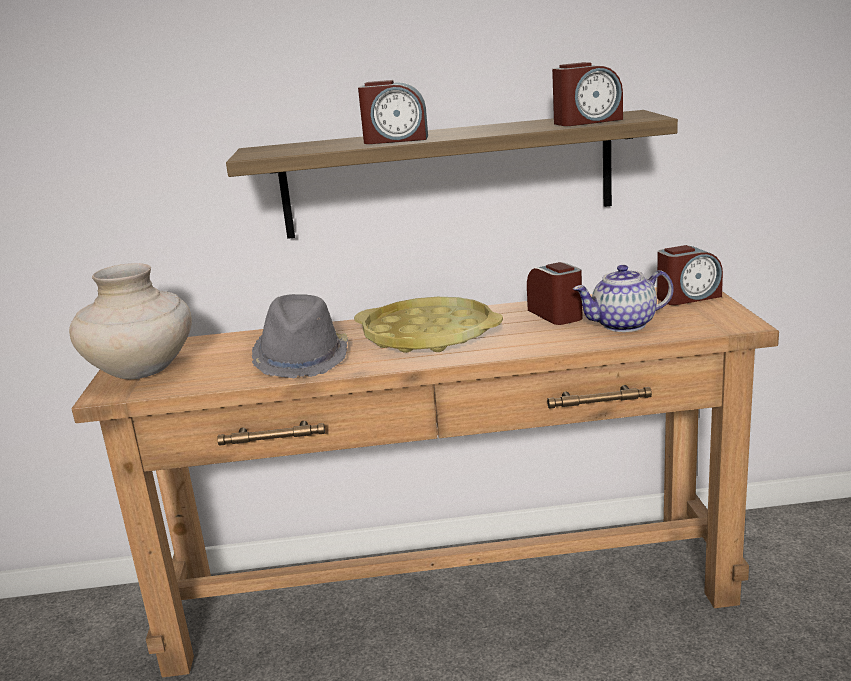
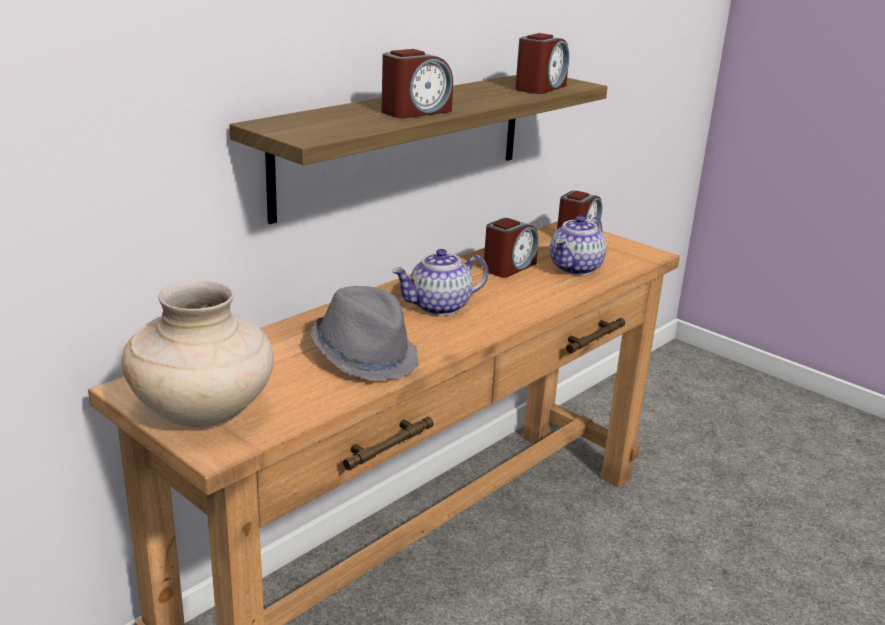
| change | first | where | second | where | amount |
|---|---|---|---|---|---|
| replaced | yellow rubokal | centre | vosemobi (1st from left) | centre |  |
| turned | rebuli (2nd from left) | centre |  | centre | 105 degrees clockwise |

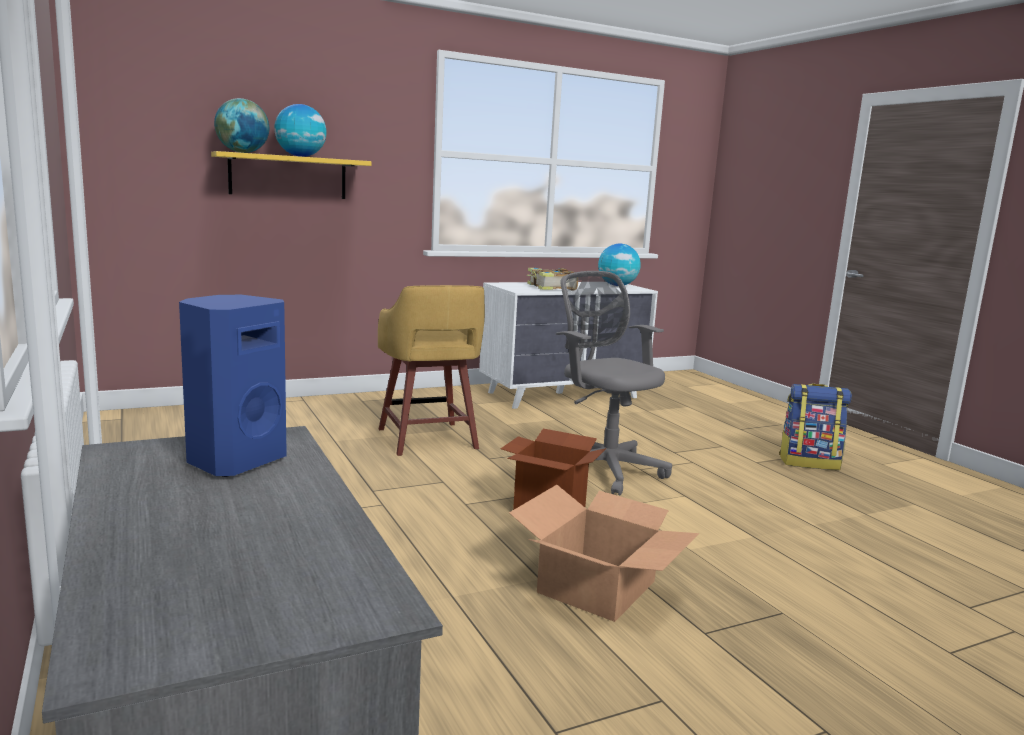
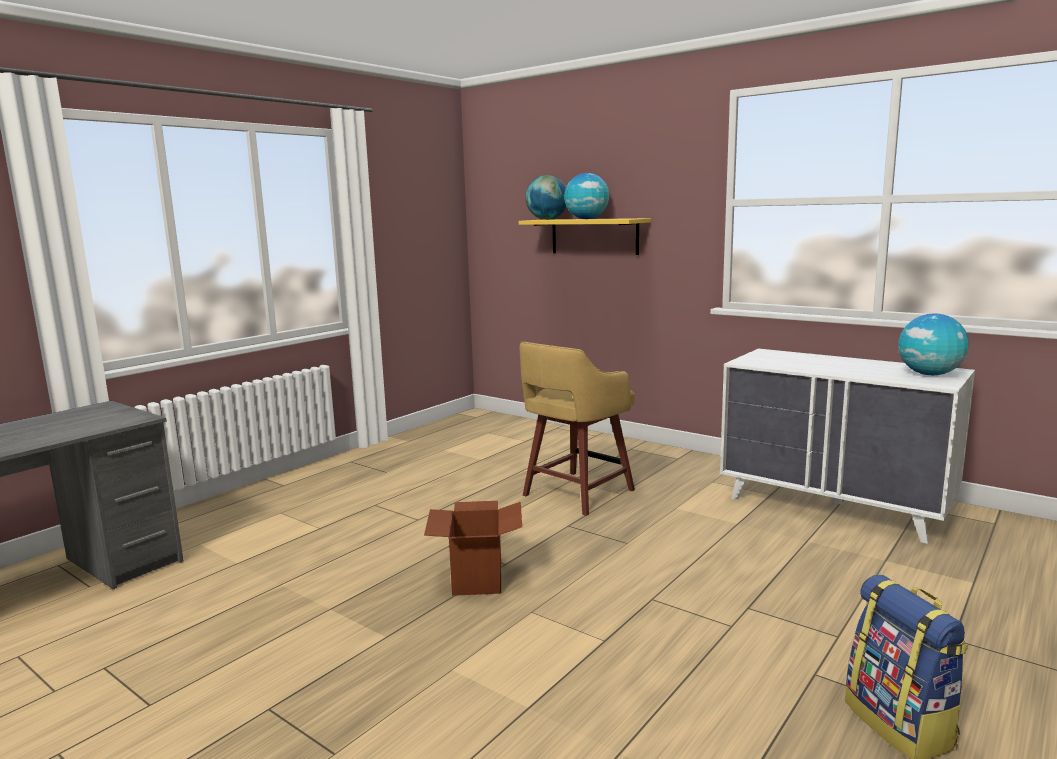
| change | first | where | second | where | amount |
|---|---|---|---|---|---|
| removed | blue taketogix | middle left |  |  |  |
| removed | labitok (2nd from left) | bottom centre |  |  |  |
| removed | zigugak | centre |  |  |  |
| removed | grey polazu | centre |  |  |  |

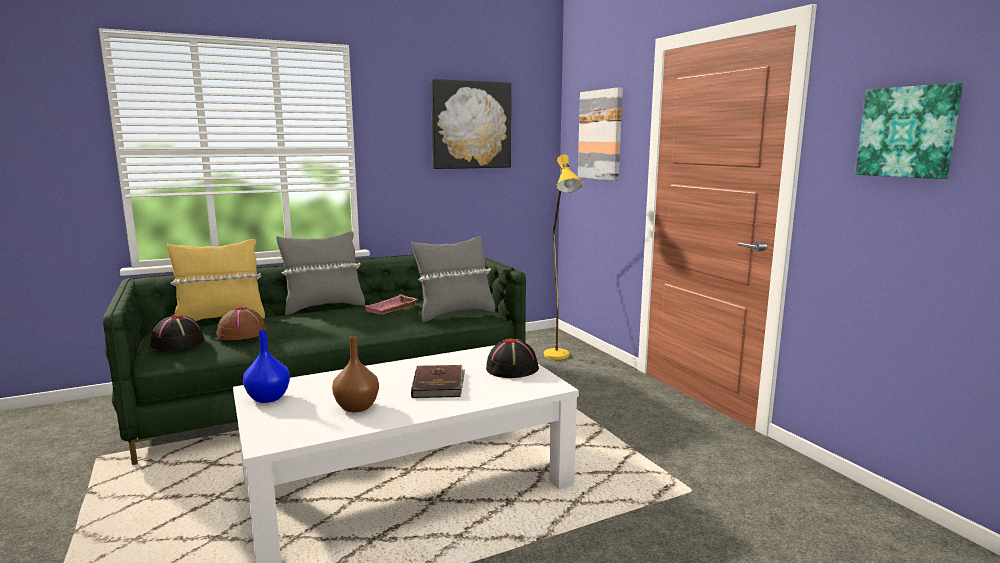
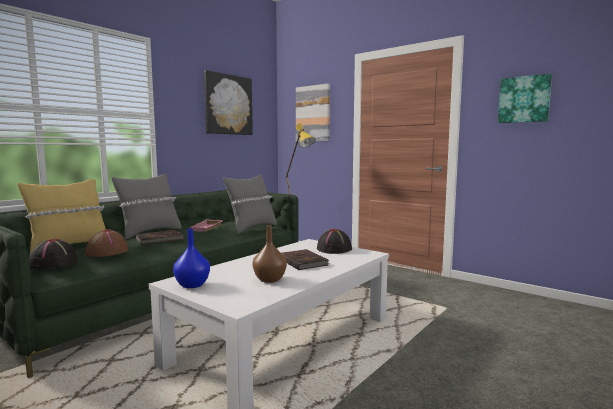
| change | first | where | second | where | amount |
|---|---|---|---|---|---|
| added |  |  | brown zigugak (1st from left) | middle left |  |

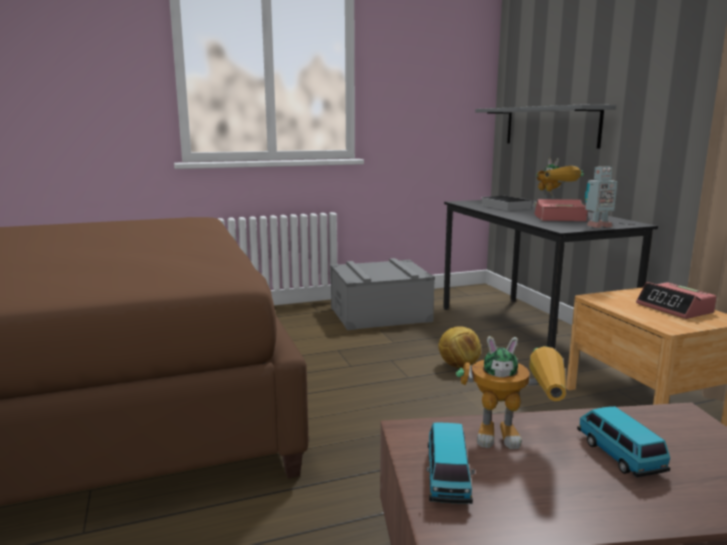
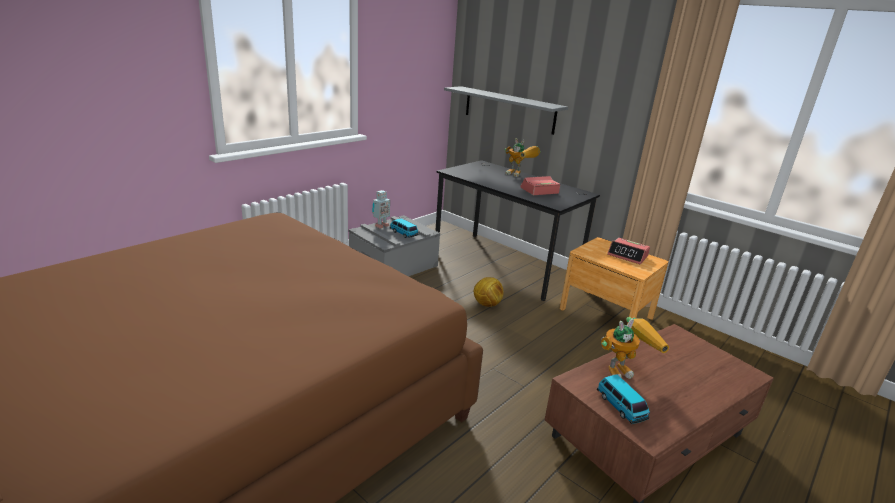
| change | first | where | second | where | amount |
|---|---|---|---|---|---|
| removed | zigugak | middle right |  |  |  |
| moved | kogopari (2nd from left in the first image) | bottom right | kogopari (1st from left) | centre |  |
| moved | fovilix (3rd from left in the first image) | middle right | fovilix (1st from left) | centre |  |

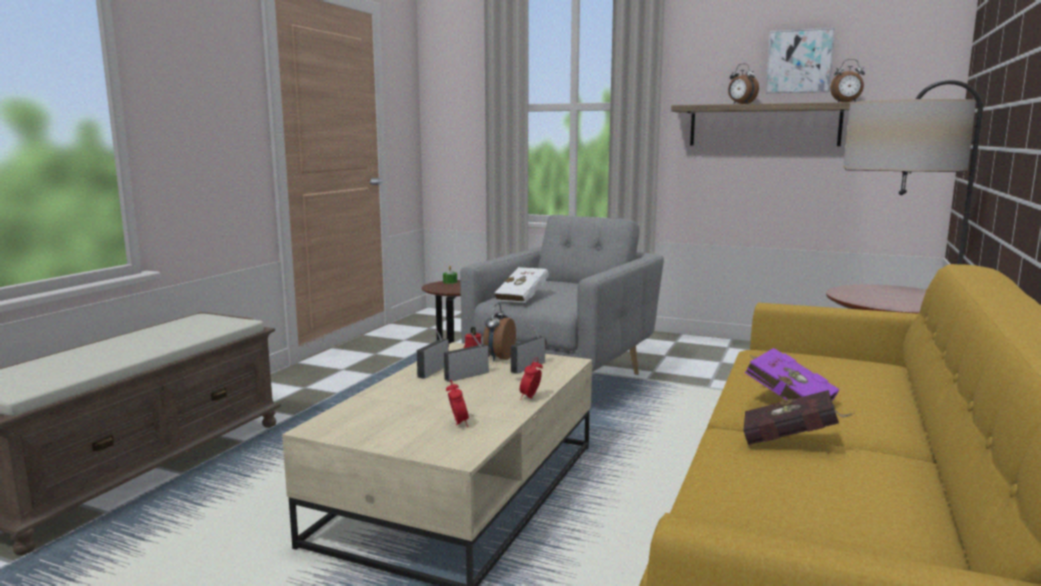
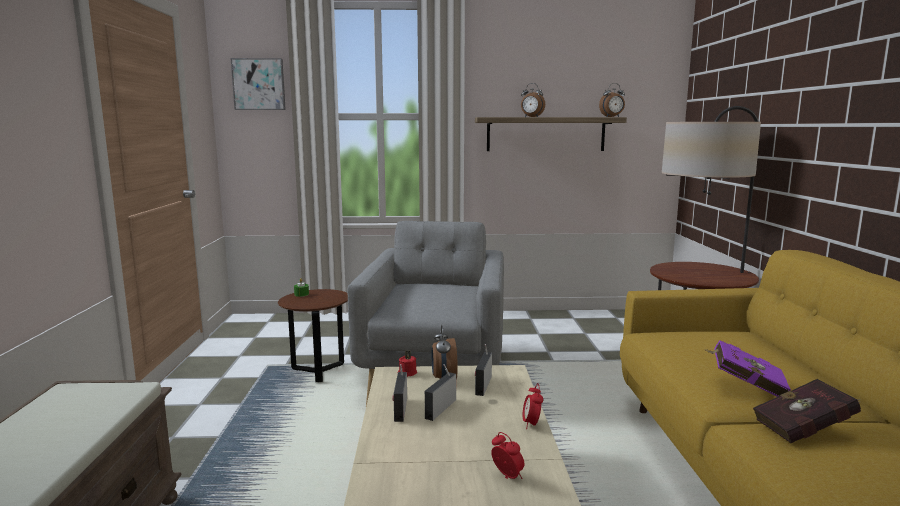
| change | first | where | second | where | amount |
|---|---|---|---|---|---|
| removed | white zigugak | centre |  |  |  |
| moved | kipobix | top right |  | top left |  |

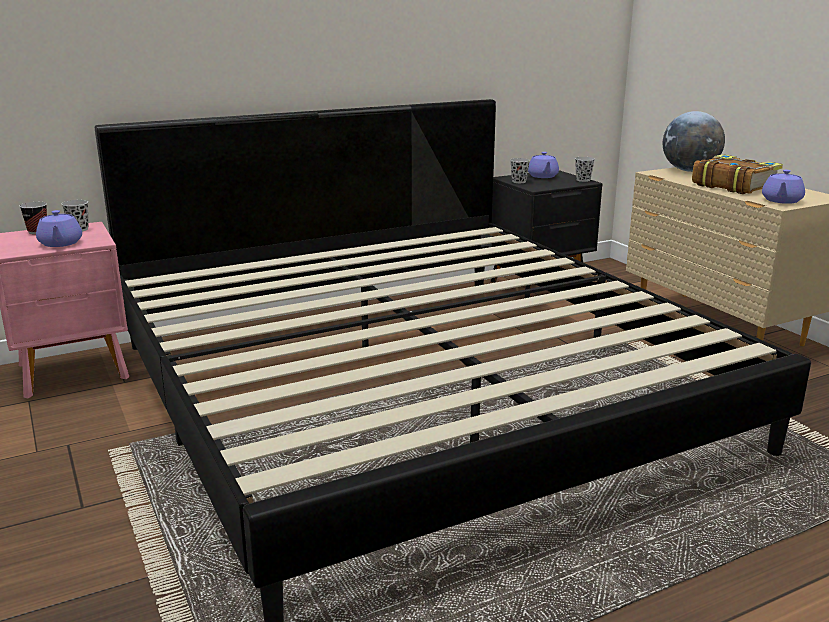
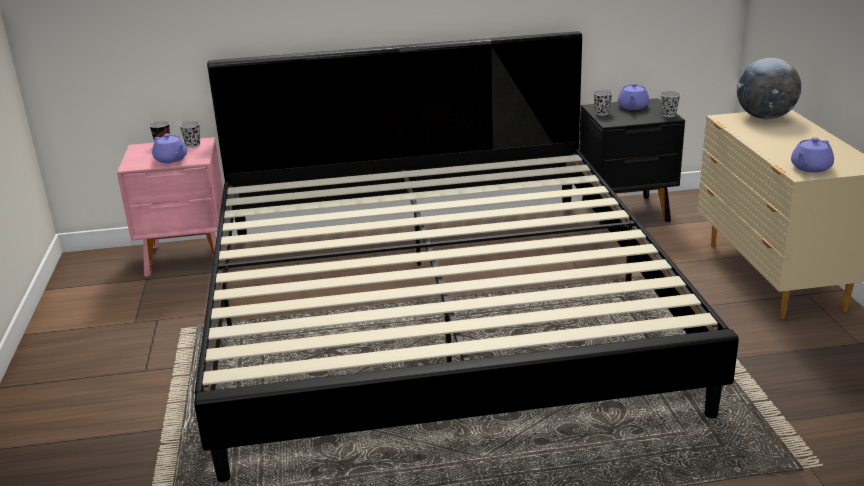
| change | first | where | second | where | amount |
|---|---|---|---|---|---|
| removed | zigugak | top right |  |  |  |
| turned | purple vosemobi (1st from left) | middle left |  | top left | 45 degrees counterclockwise |

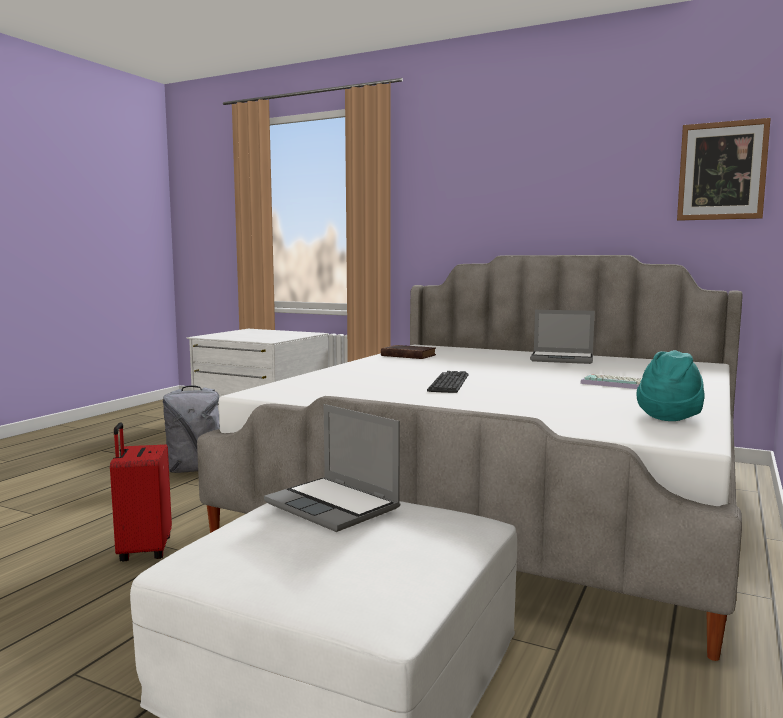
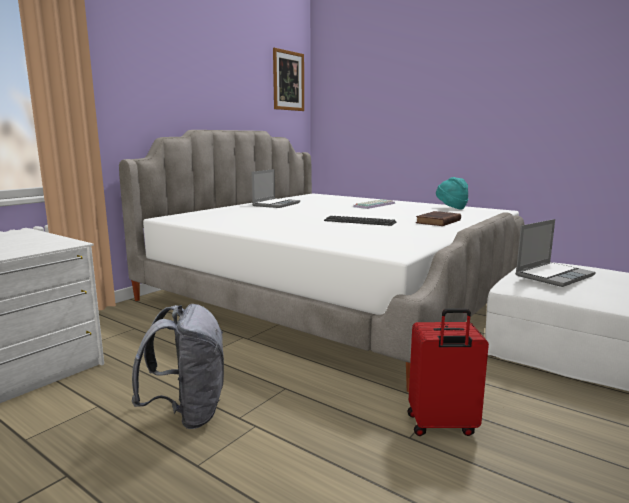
| change | first | where | second | where | amount |
|---|---|---|---|---|---|
| moved | brown zigugak | centre |  | middle right |  |

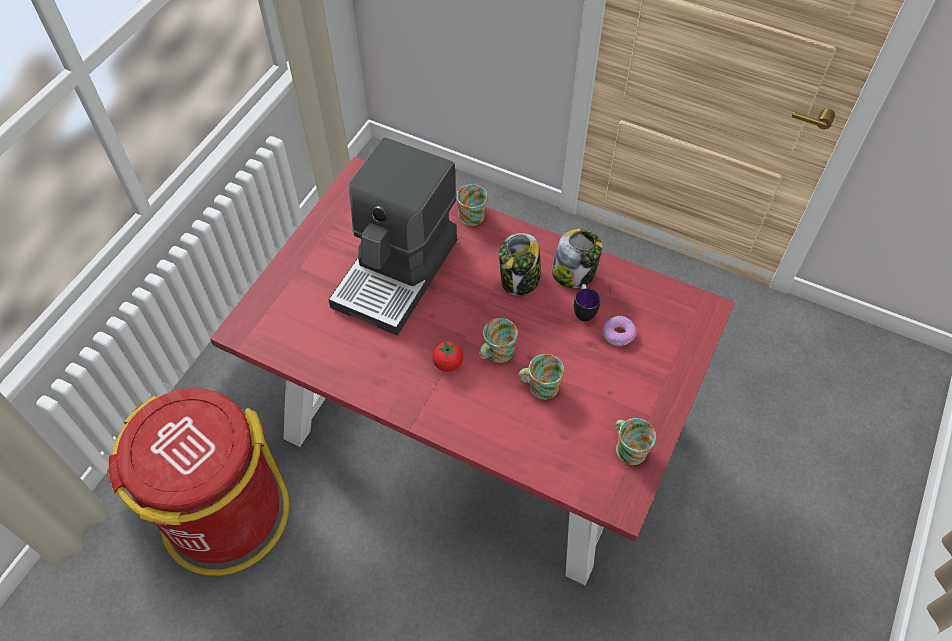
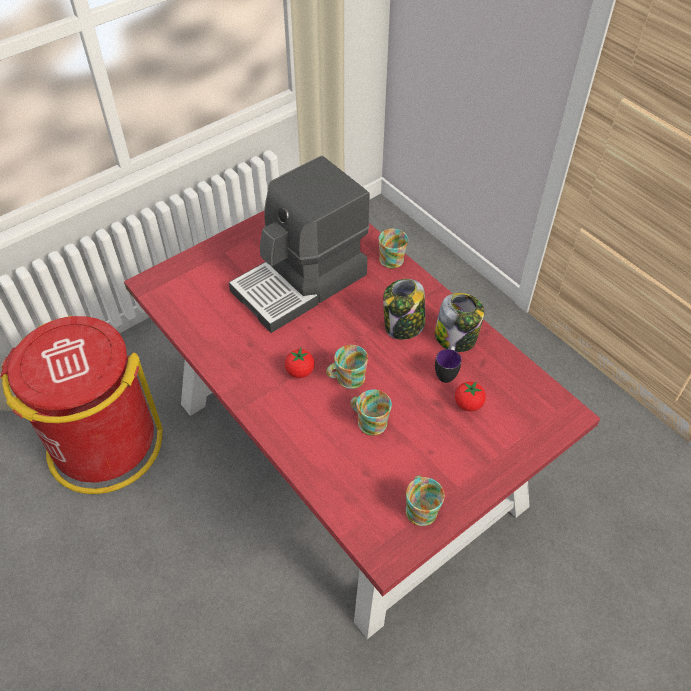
| change | first | where | second | where | amount |
|---|---|---|---|---|---|
| replaced | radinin | centre | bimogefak (2nd from left) | middle right |  |

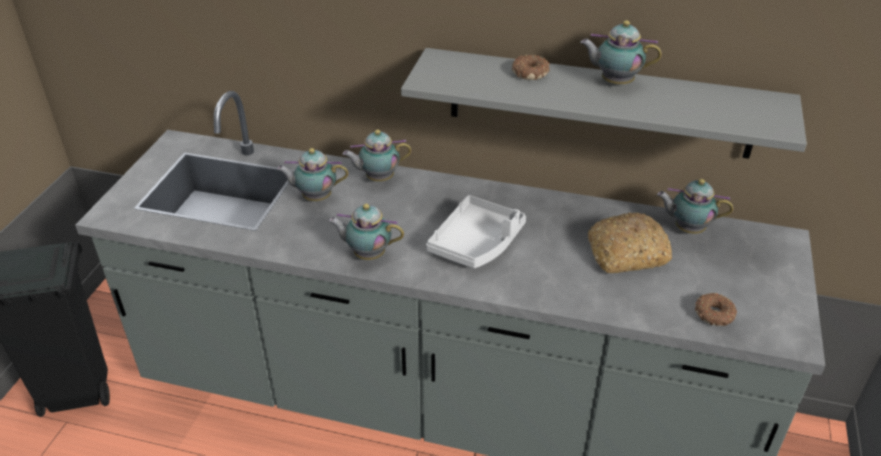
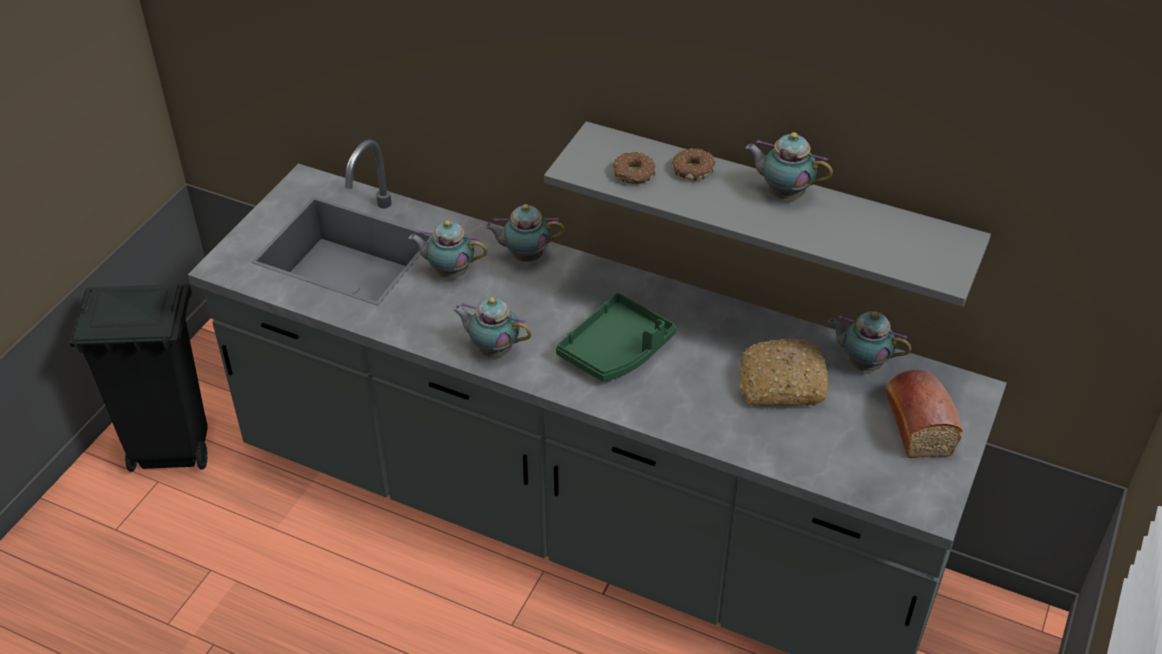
| change | first | where | second | where | amount |
|---|---|---|---|---|---|
| added |  |  | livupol (2nd from left) | middle right |  |
| moved | radinin (2nd from left in the first image) | bottom right | radinin (1st from left) | top centre |  |
| recoloured | grey rubokal | centre | green rubokal | centre |  |

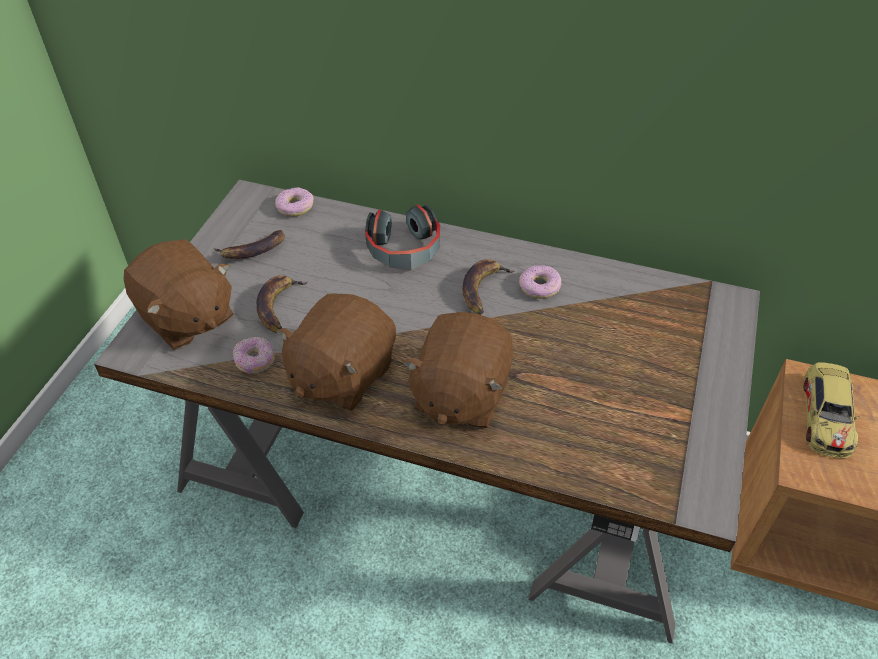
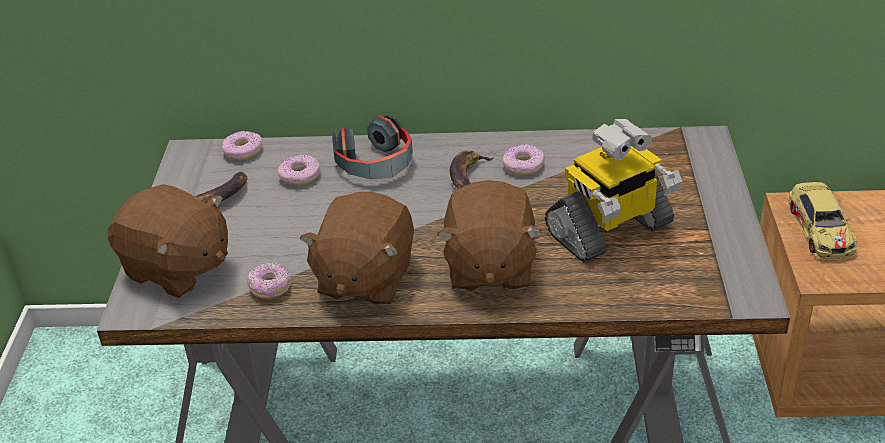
| change | first | where | second | where | amount |
|---|---|---|---|---|---|
| removed | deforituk (2nd from left) | middle left |  |  |  |
| added |  |  | radinin (3rd from left) | centre |  |
| added |  |  | fovilix | middle right |  |

